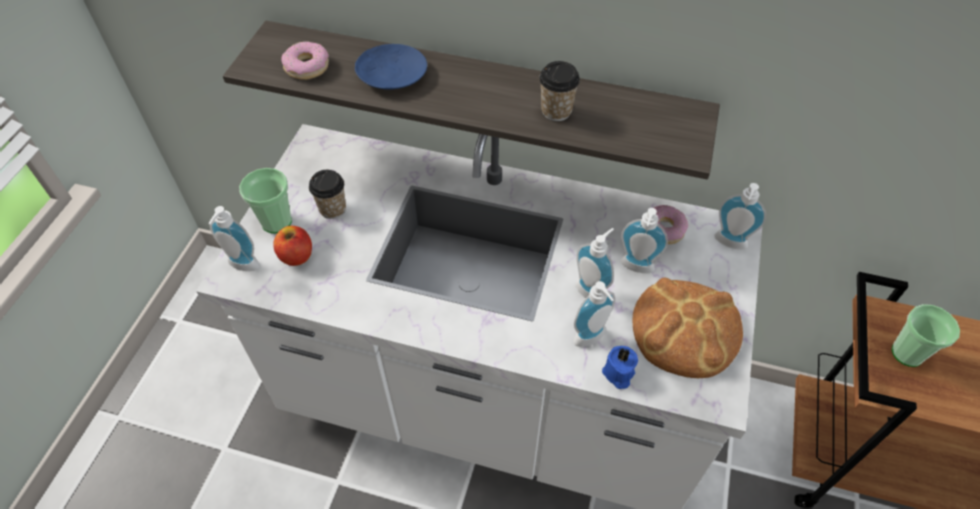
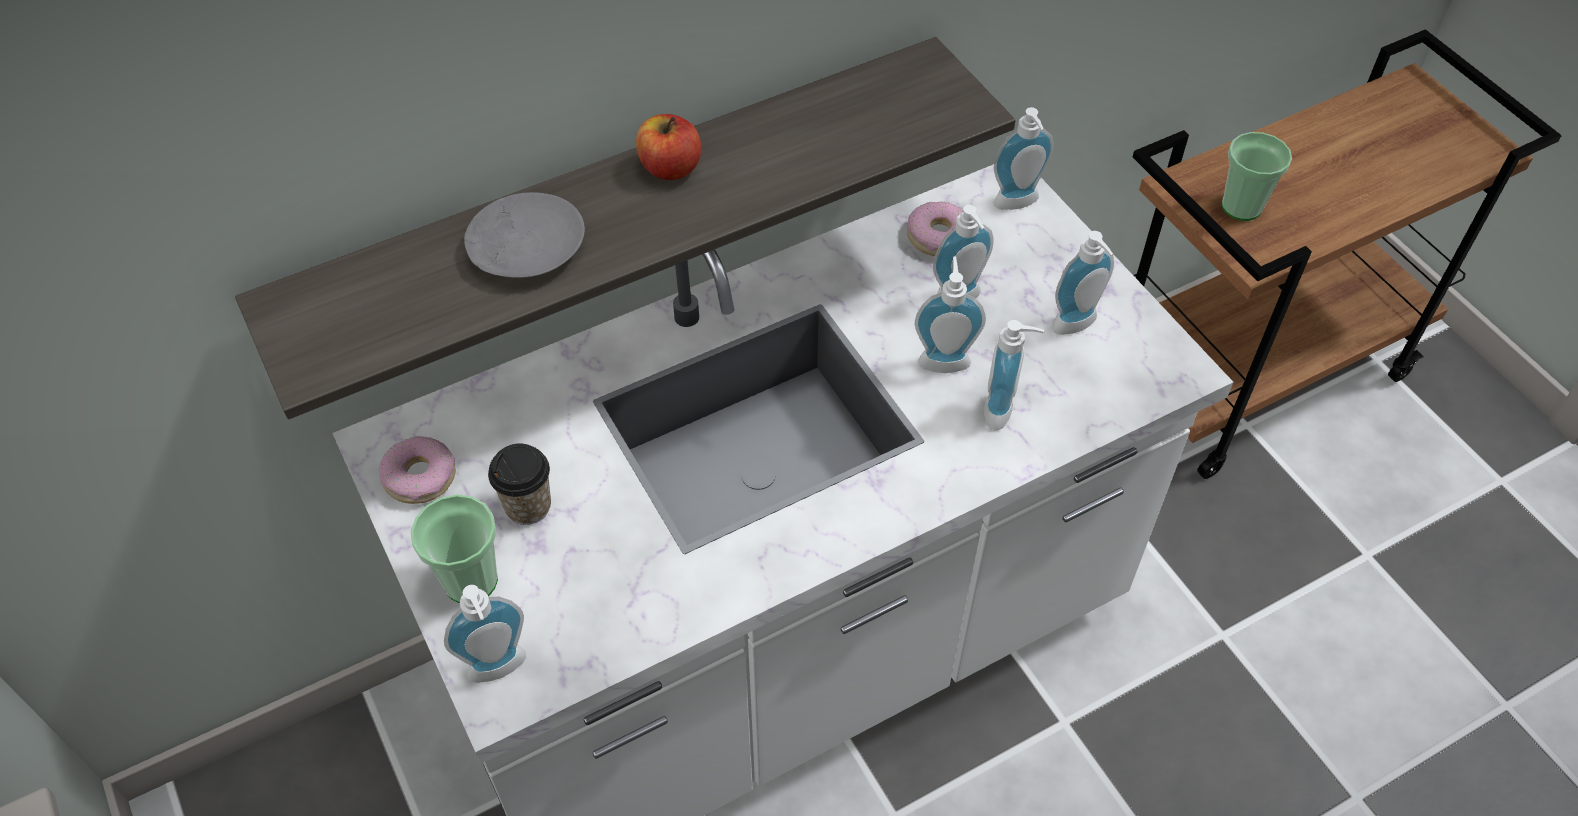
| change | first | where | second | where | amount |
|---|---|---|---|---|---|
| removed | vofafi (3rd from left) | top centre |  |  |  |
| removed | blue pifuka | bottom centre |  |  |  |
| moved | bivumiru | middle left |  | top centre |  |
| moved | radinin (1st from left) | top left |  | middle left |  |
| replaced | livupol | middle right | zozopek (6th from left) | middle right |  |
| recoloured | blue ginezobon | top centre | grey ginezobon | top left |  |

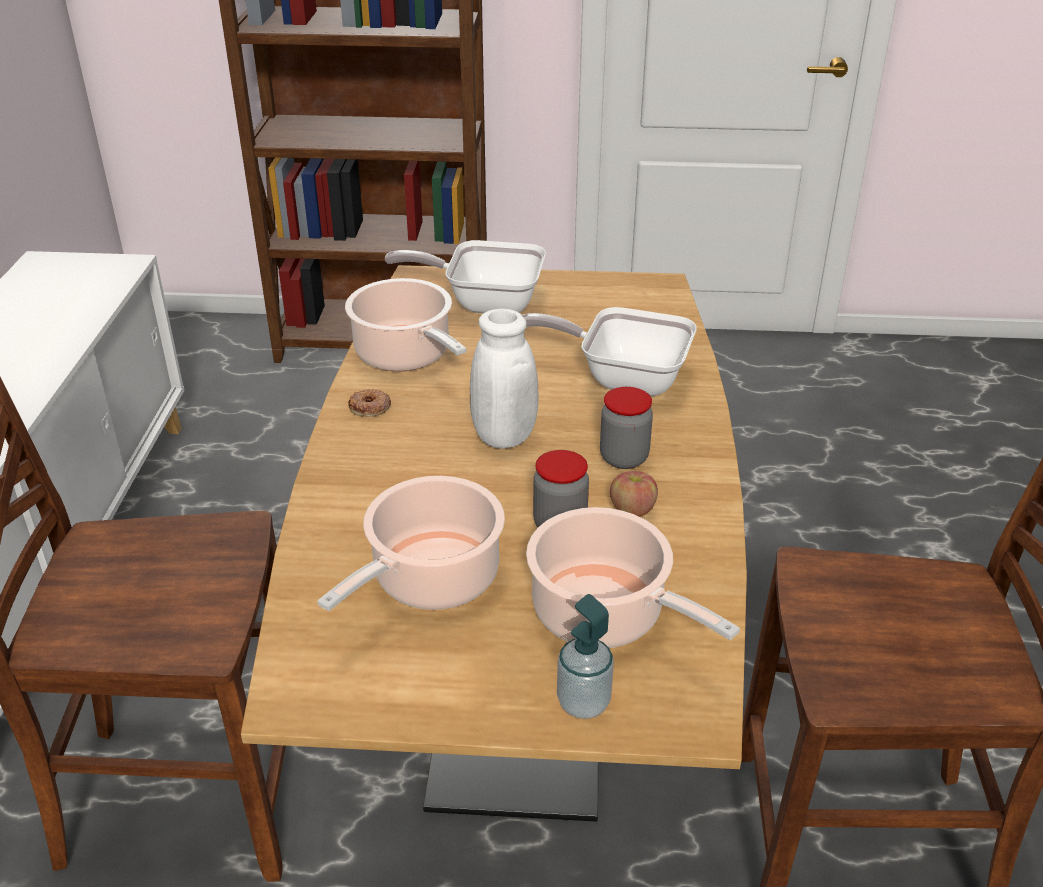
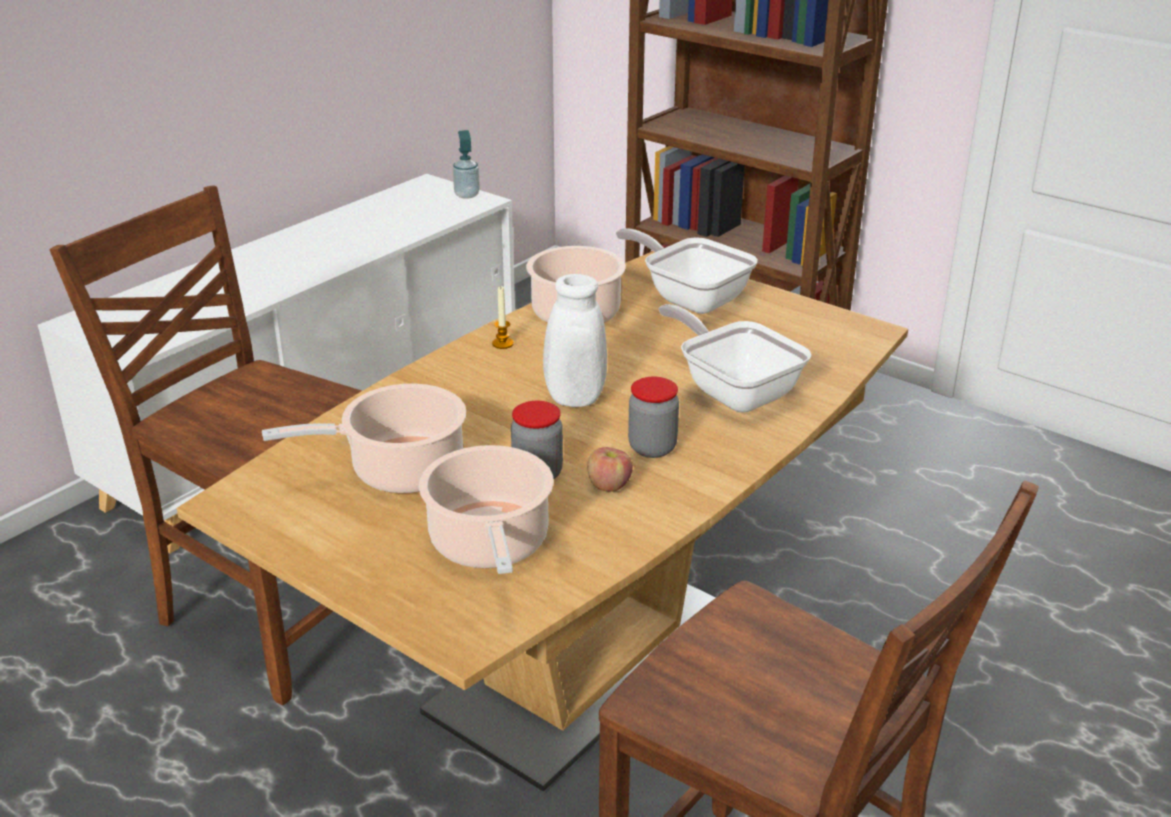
| change | first | where | second | where | amount |
|---|---|---|---|---|---|
| moved | zozopek | bottom centre |  | top centre |  |
| replaced | radinin | centre | pifuka | centre |  |

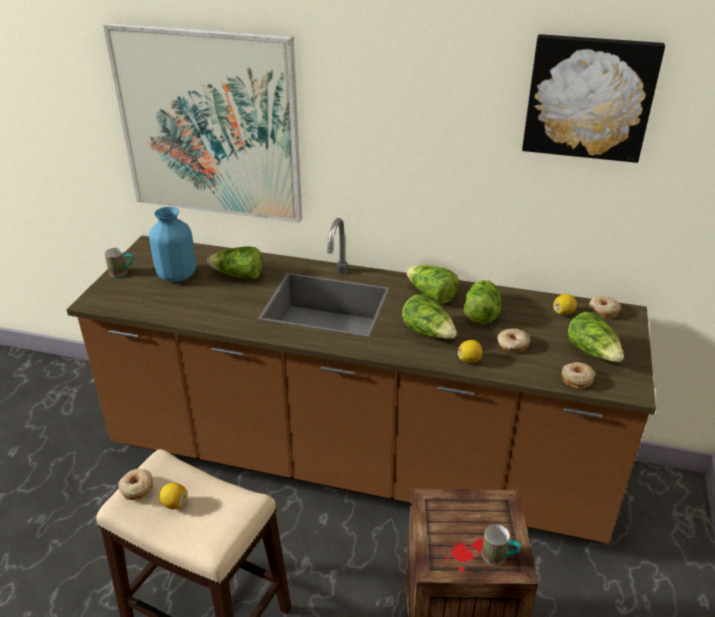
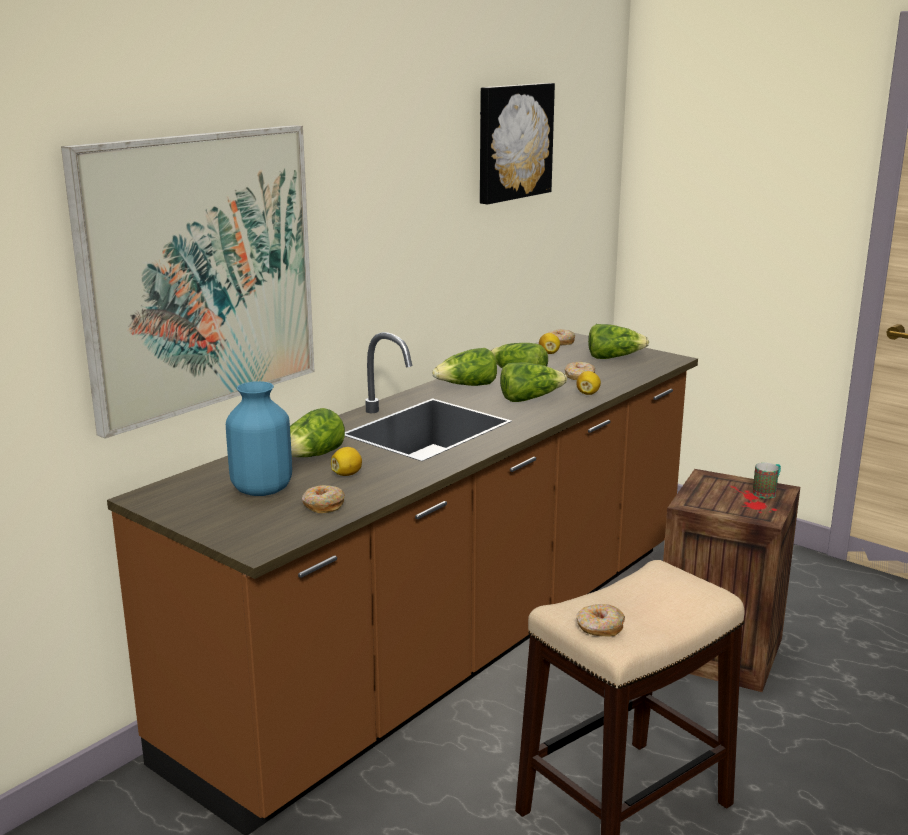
| change | first | where | second | where | amount |
|---|---|---|---|---|---|
| removed | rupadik (1st from left) | middle left |  |  |  |
| moved | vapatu (1st from left) | bottom left |  | centre |  |
| moved | radinin (3rd from left in the first image) | middle right | radinin (1st from left) | centre |  |

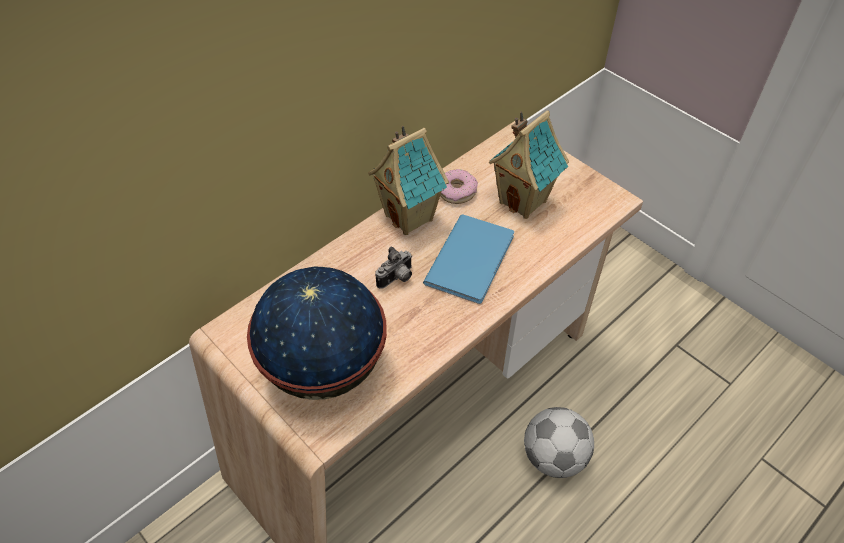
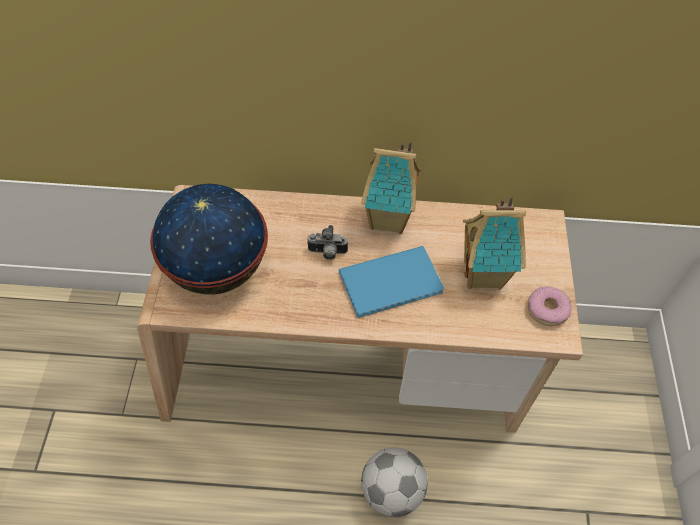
| change | first | where | second | where | amount |
|---|---|---|---|---|---|
| moved | radinin | centre |  | middle right |  |

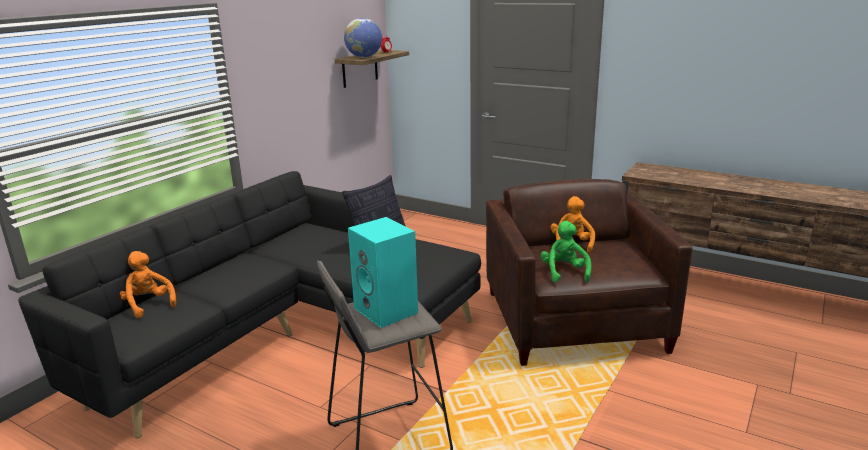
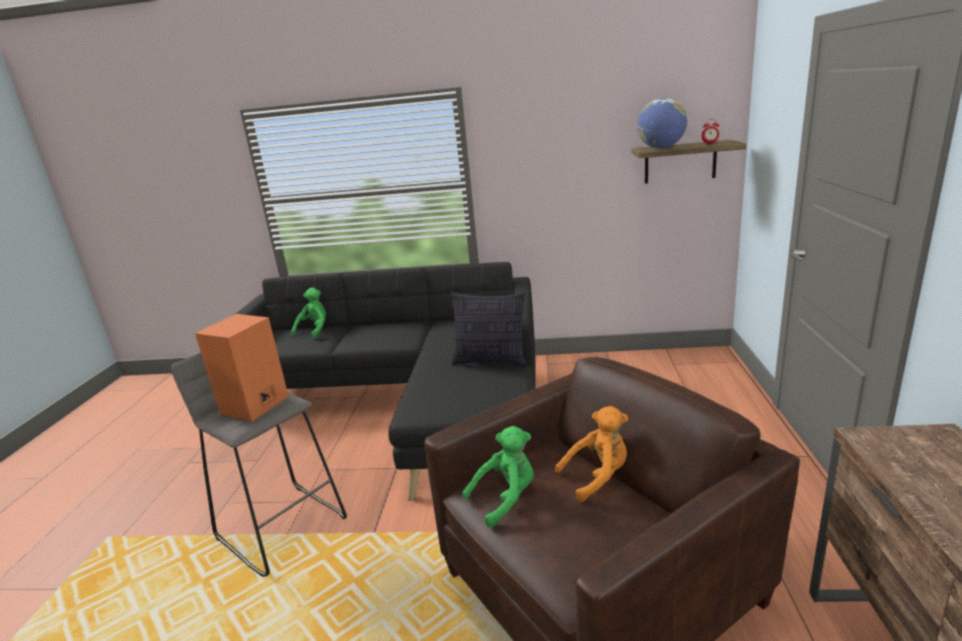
| change | first | where | second | where | amount |
|---|---|---|---|---|---|
| recoloured | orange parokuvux (1st from left) | middle left | green parokuvux (1st from left) | middle left |  |
| recoloured | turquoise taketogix | centre | orange taketogix | middle left |  |

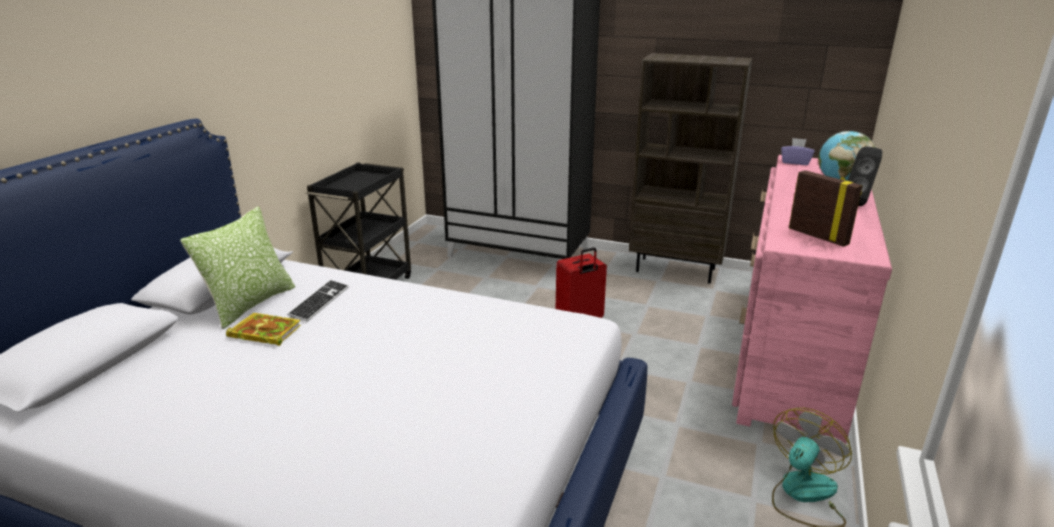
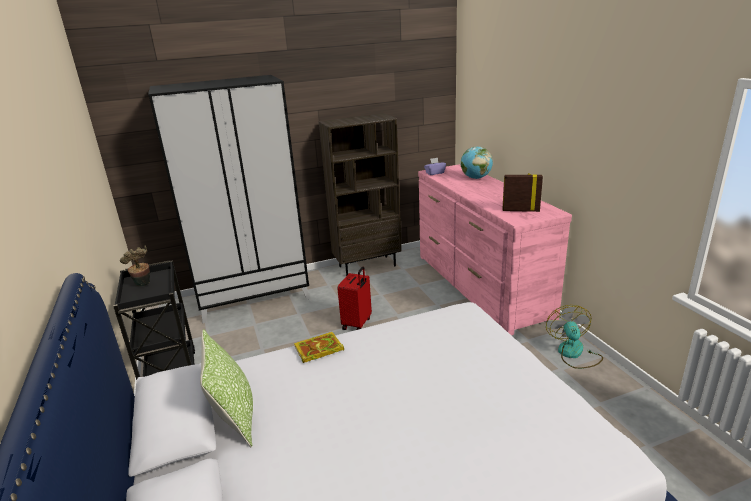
| change | first | where | second | where | amount |
|---|---|---|---|---|---|
| removed | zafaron | middle left |  |  |  |
| removed | black taketogix | middle right |  |  |  |
| added |  |  | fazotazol | middle left |  |
| moved | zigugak | middle left |  | bottom centre |  |

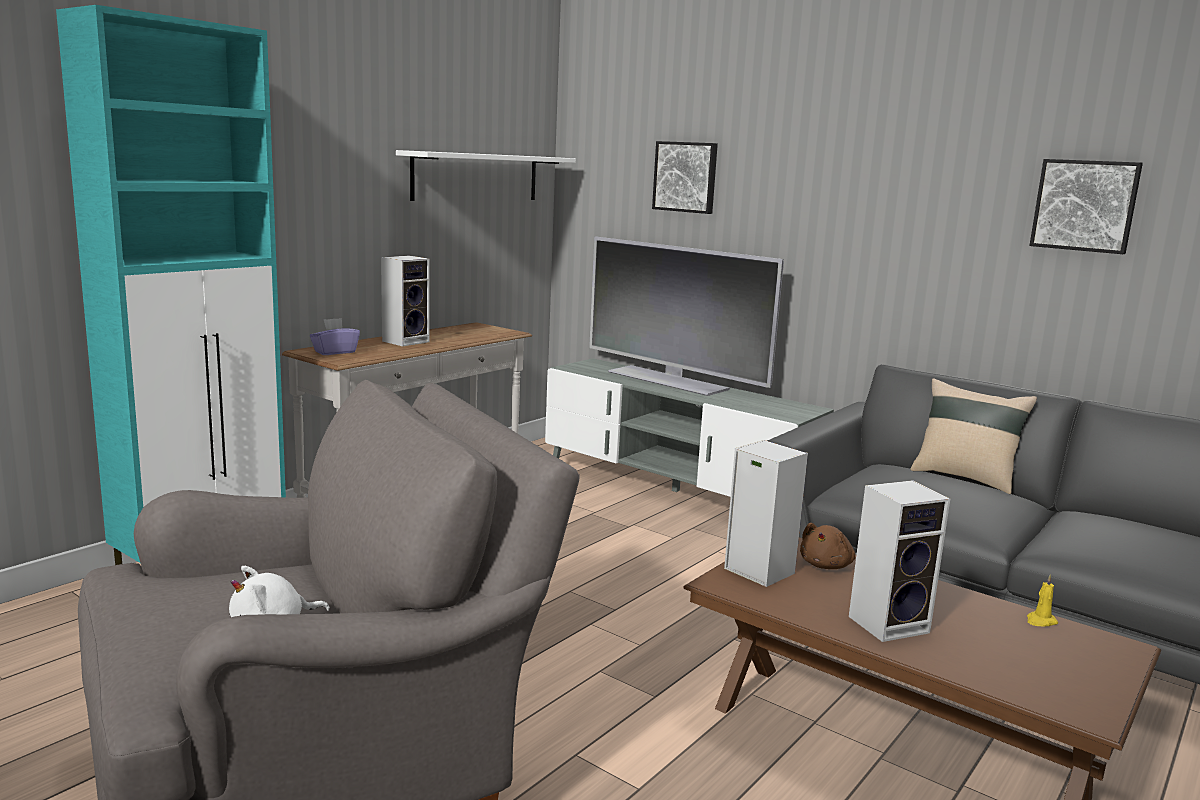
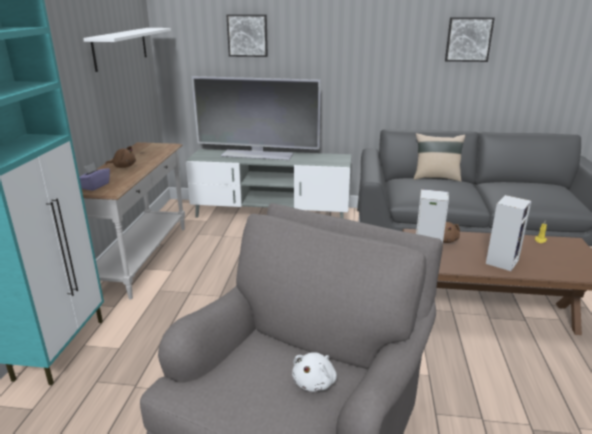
| change | first | where | second | where | amount |
|---|---|---|---|---|---|
| replaced | taketogix (1st from left) | centre | brown parokuvux (1st from left) | middle left |  |

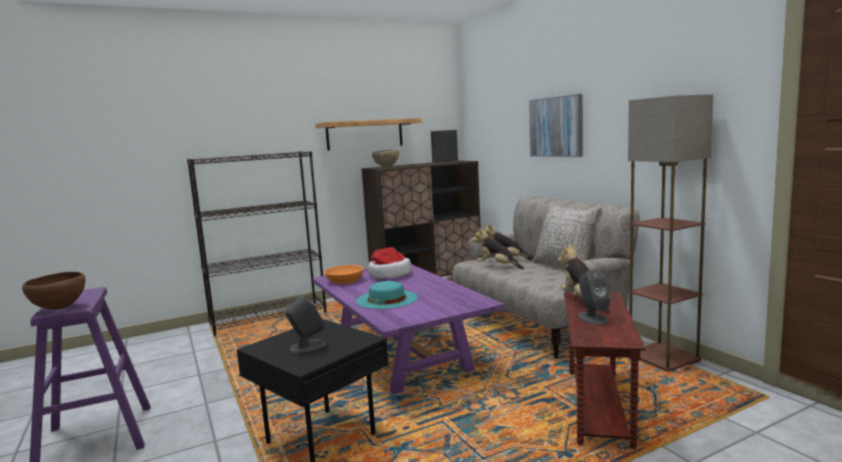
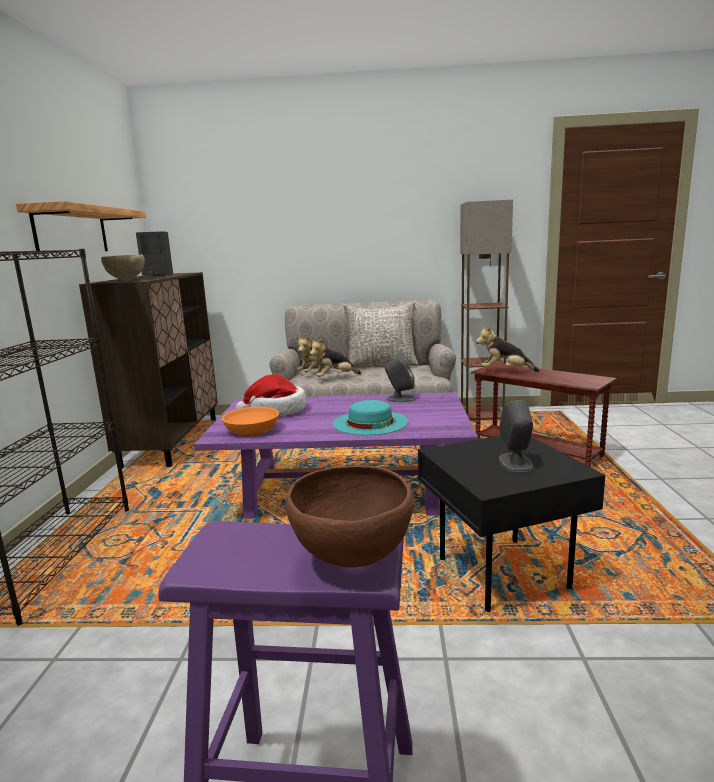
| change | first | where | second | where | amount |
|---|---|---|---|---|---|
| removed | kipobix | top centre |  |  |  |
| moved | grey taketogix (3rd from left in the first image) | middle right | grey taketogix (2nd from left) | centre |  |

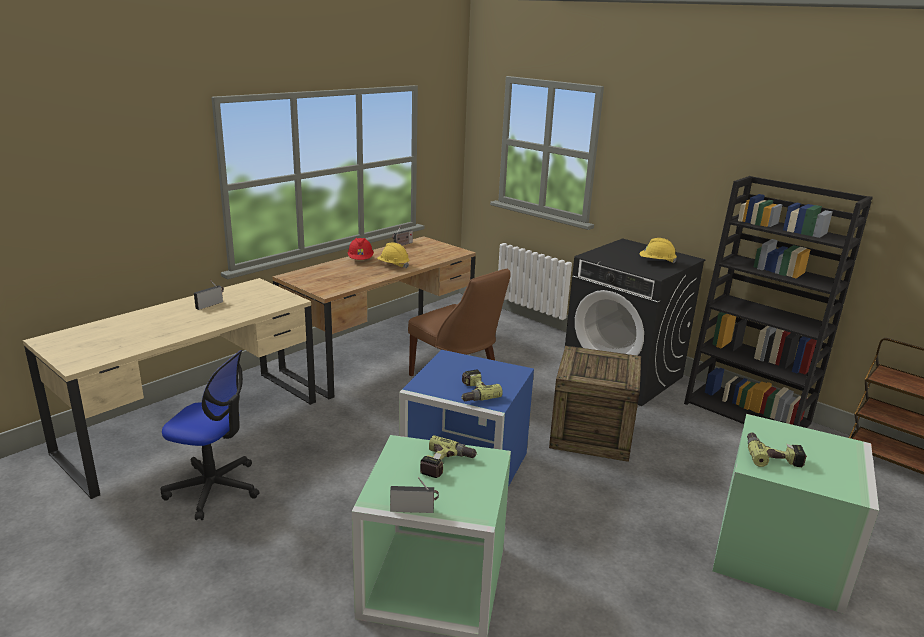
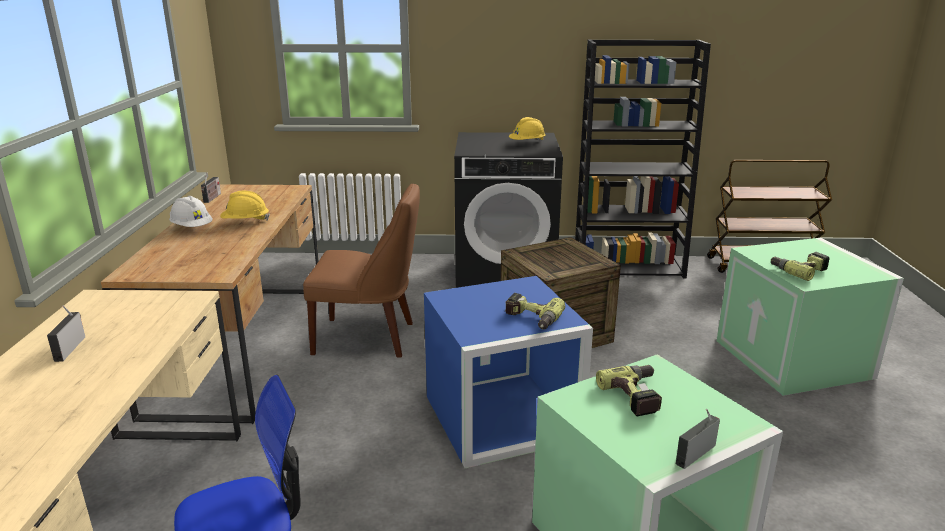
| change | first | where | second | where | amount |
|---|---|---|---|---|---|
| recoloured | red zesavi | centre | white zesavi | middle left |  |

